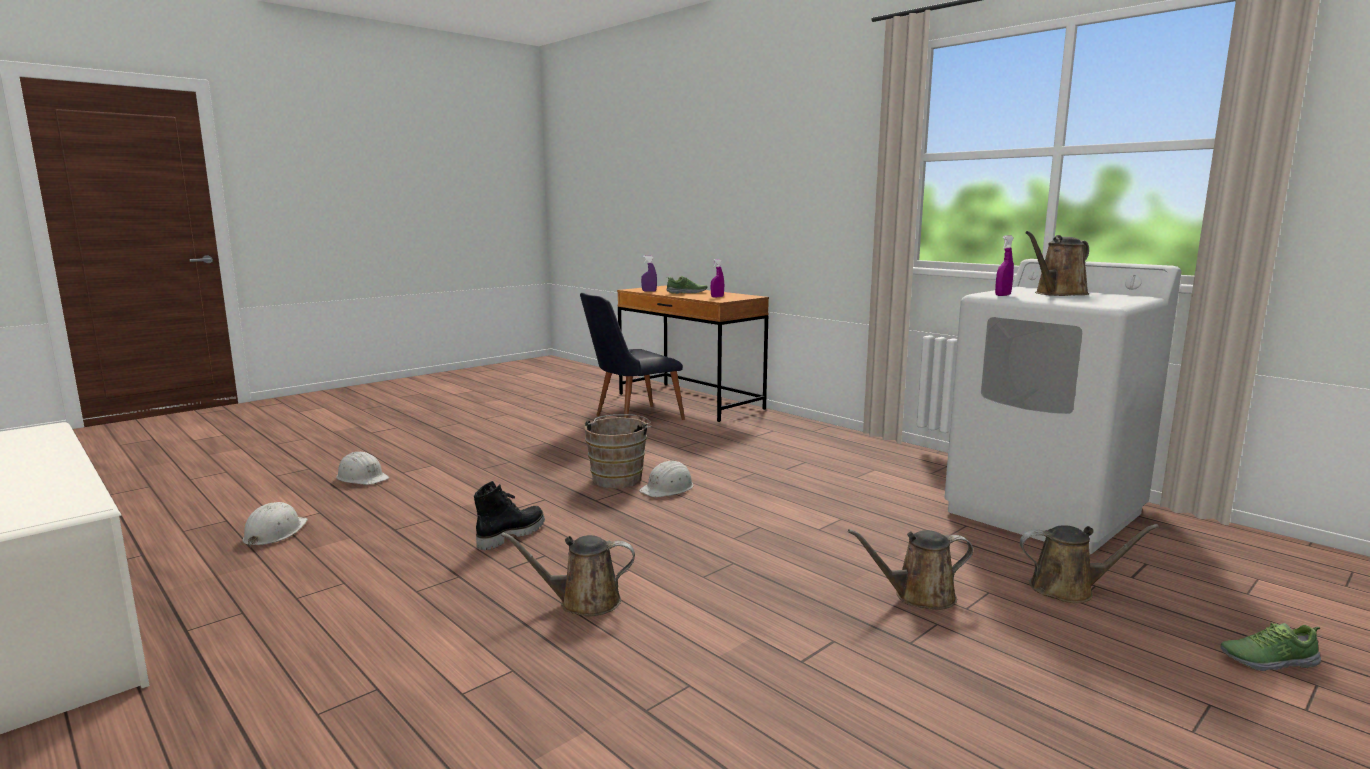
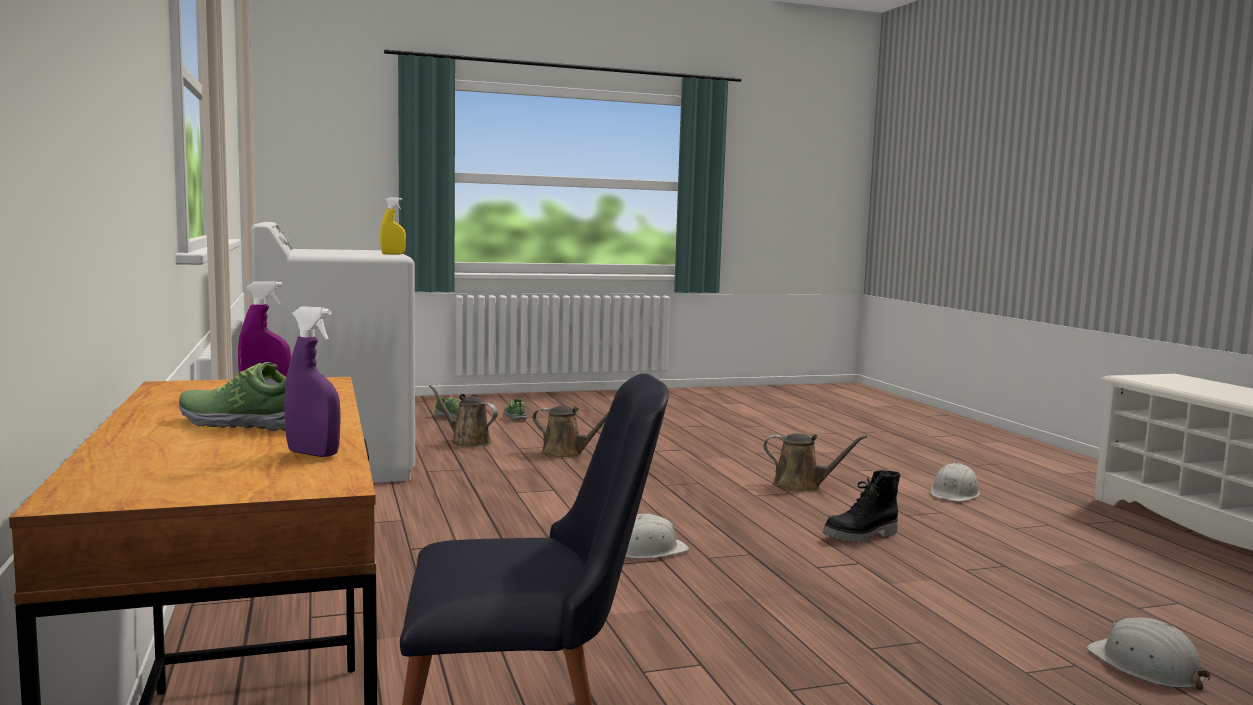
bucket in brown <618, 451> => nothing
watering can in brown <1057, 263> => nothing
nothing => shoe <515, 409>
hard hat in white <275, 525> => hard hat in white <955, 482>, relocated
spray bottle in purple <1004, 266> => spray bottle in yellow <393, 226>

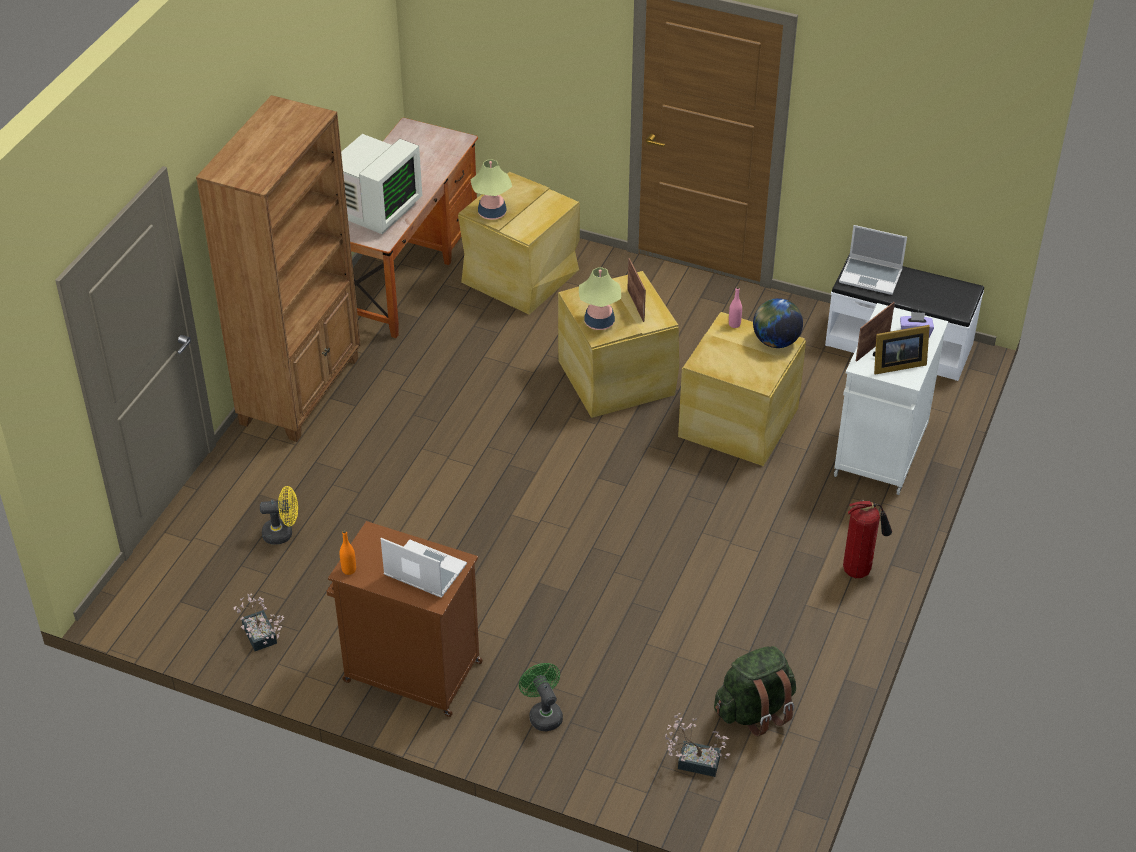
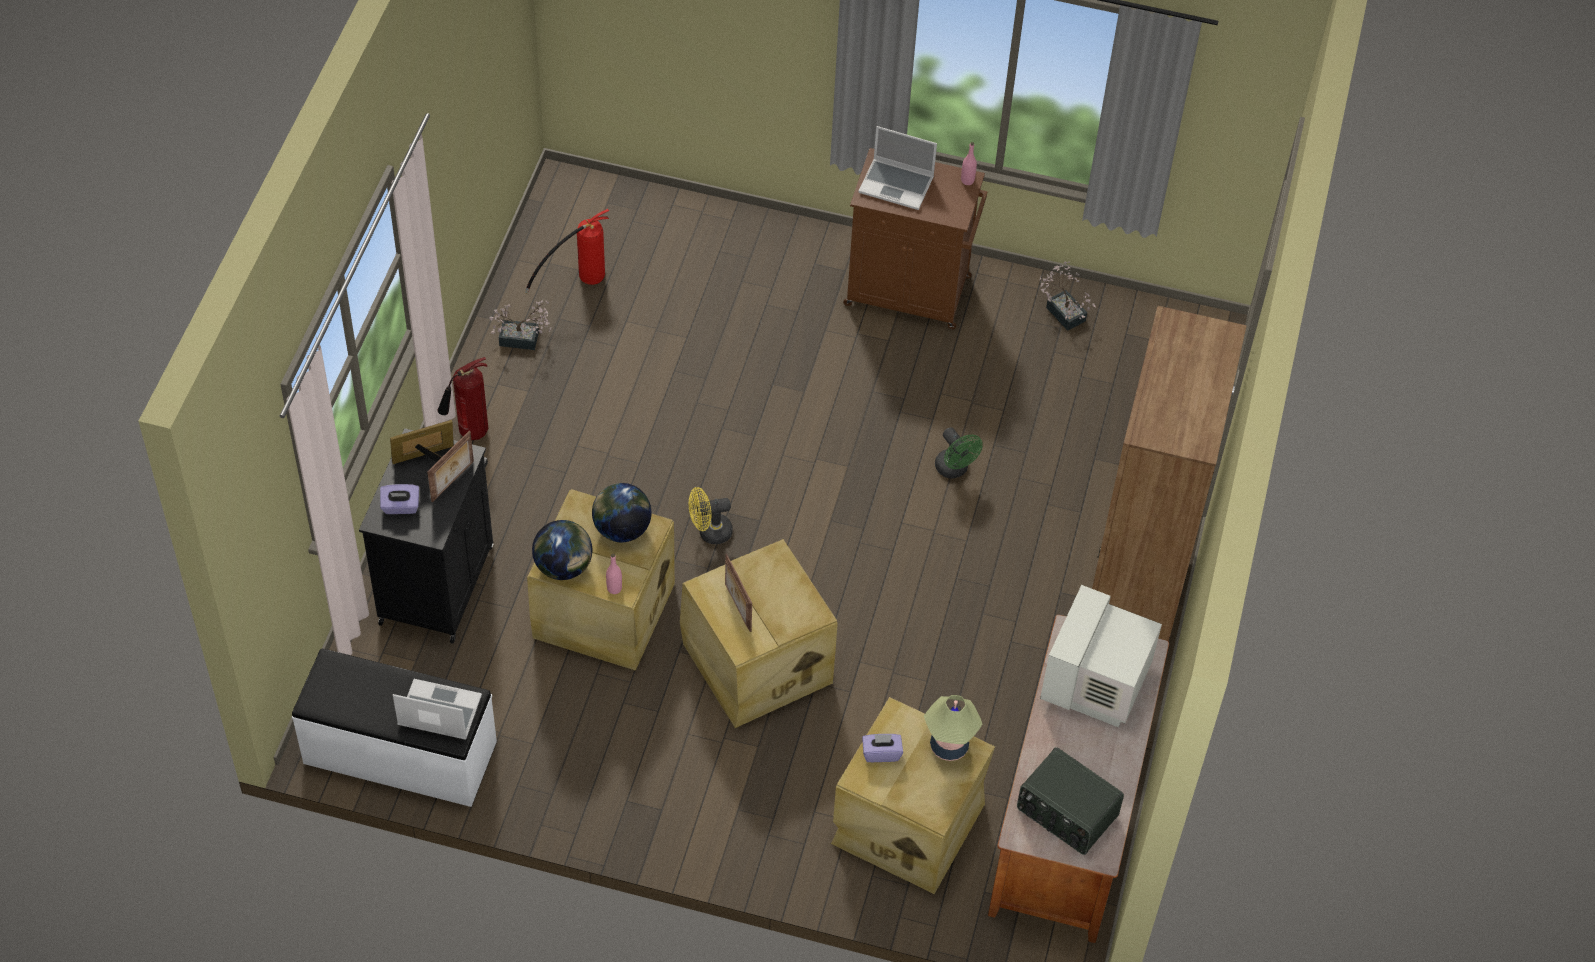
table lamp <600, 298> => nothing
nothing => globe <622, 512>
nothing => tissue box in purple <882, 748>
nothing => radio <1070, 801>
fan in yellow <279, 515> => fan in yellow <711, 515>, relocated
fan in green <541, 697> => fan in green <959, 453>, relocated
potted plant <697, 745> => potted plant <520, 325>, relocated
backpack in green <755, 691> => fire extinguisher <567, 251>
bottle in orange <348, 552> => bottle in pink <969, 163>
cabinet in white <891, 399> => cabinet in black <426, 536>

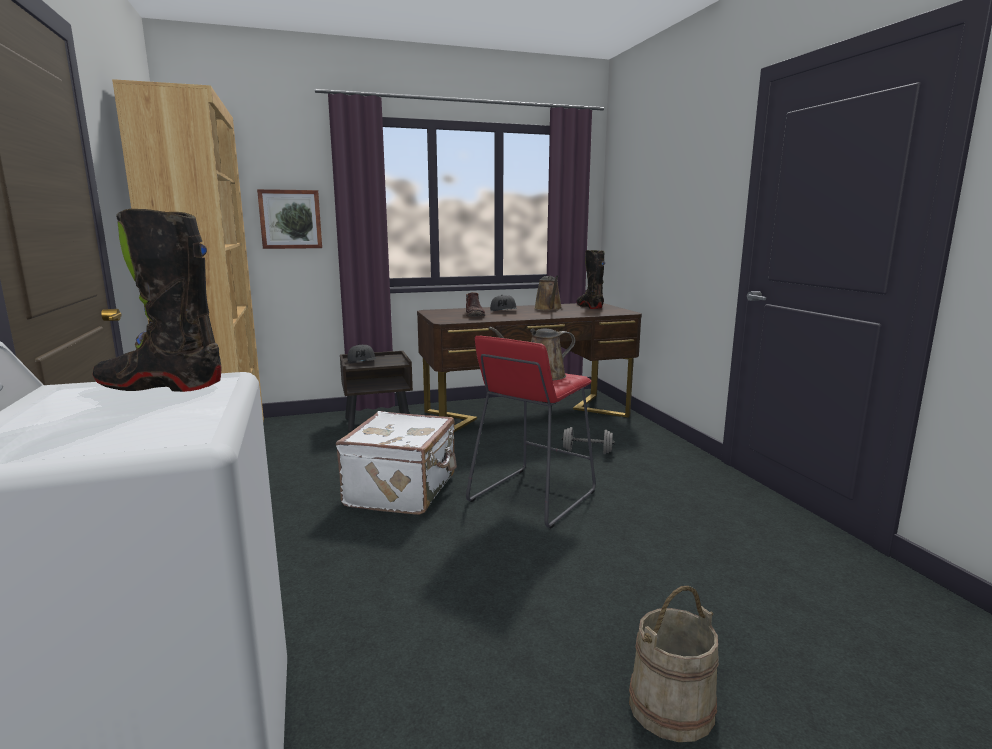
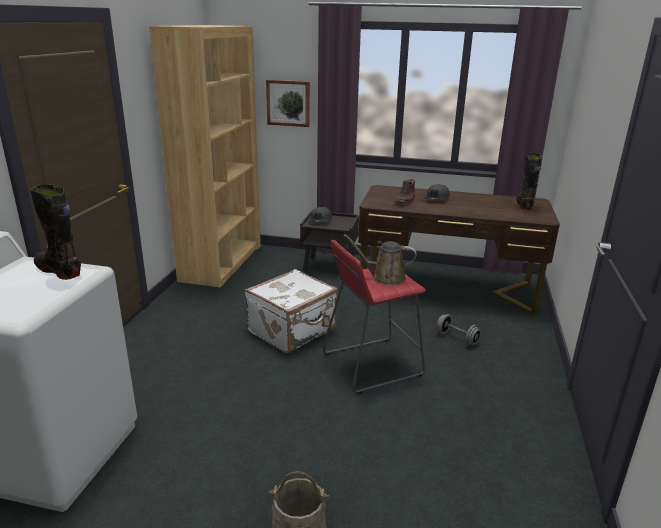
watering can in brown <548, 293> => nothing

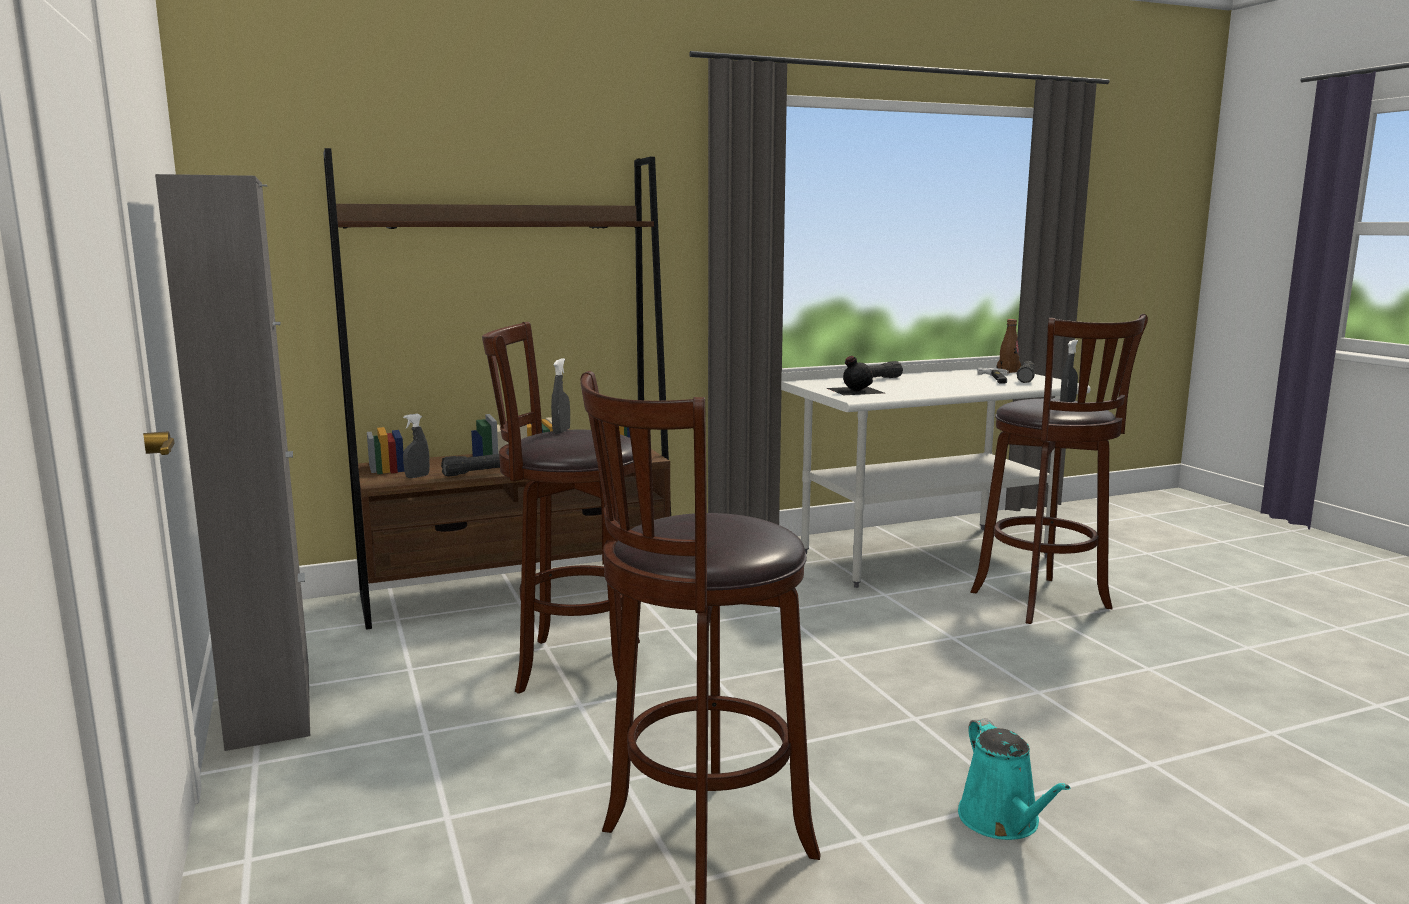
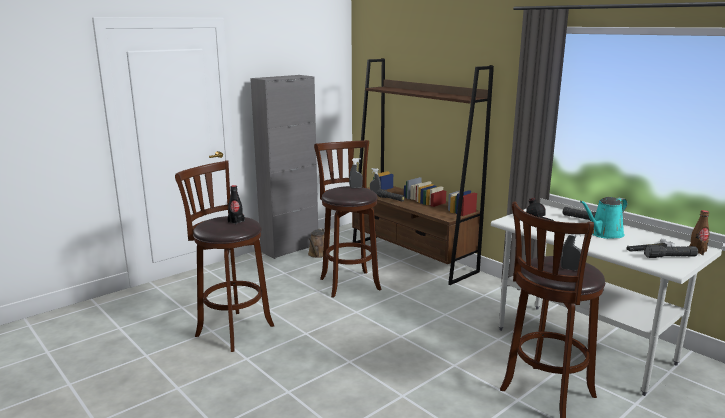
nothing => bottle in black <236, 205>
nothing => watering can in brown <319, 243>
watering can in turquoise <1014, 779> => watering can in turquoise <604, 218>, relocated

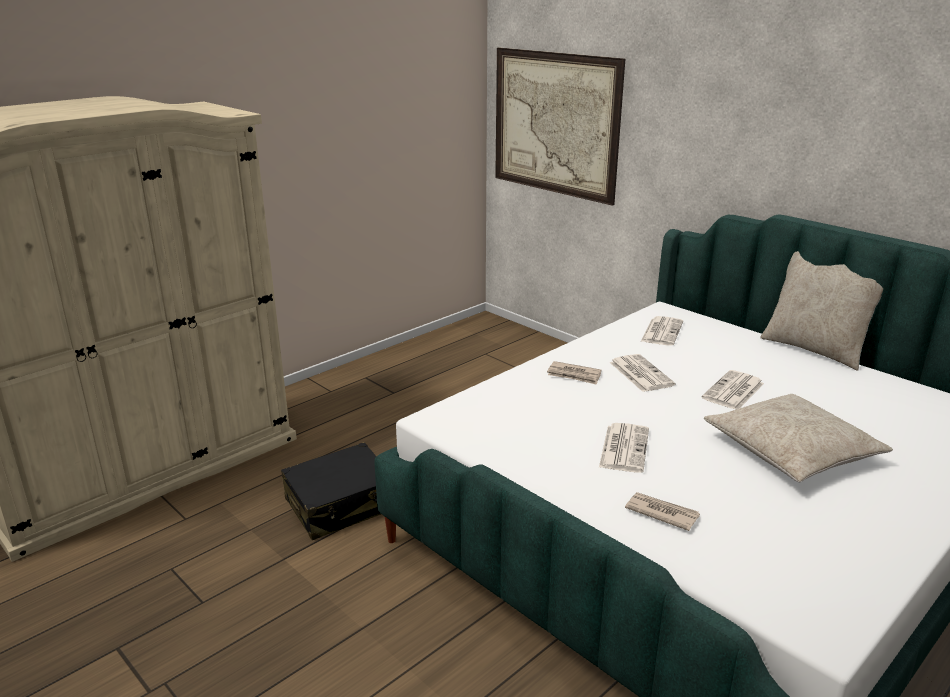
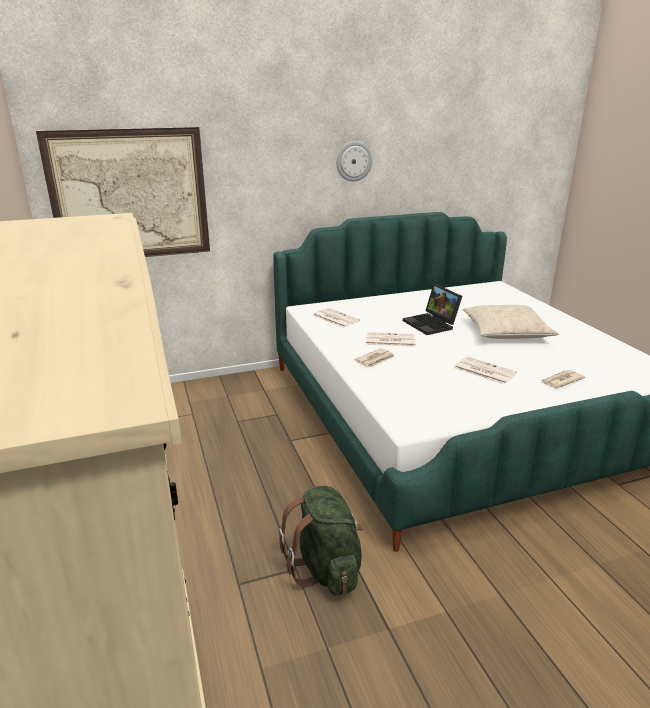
pillow in beige <821, 311> => nothing
nothing => wall clock <354, 161>
suitcase in black <331, 491> => backpack in green <321, 540>
newspaper <733, 390> => laptop <432, 309>

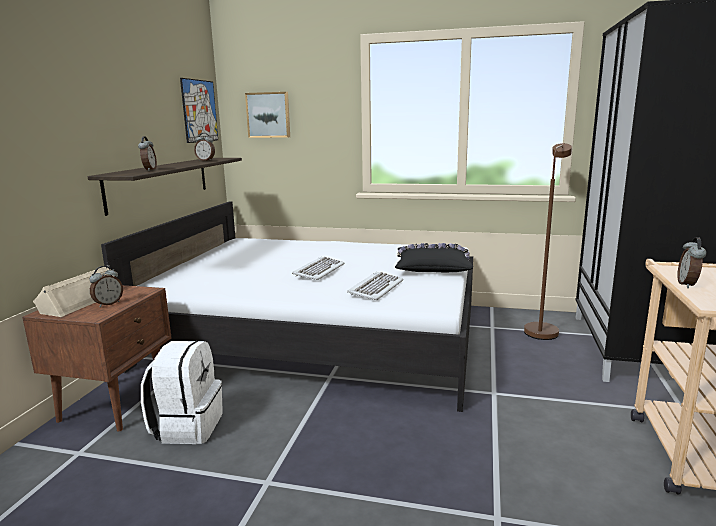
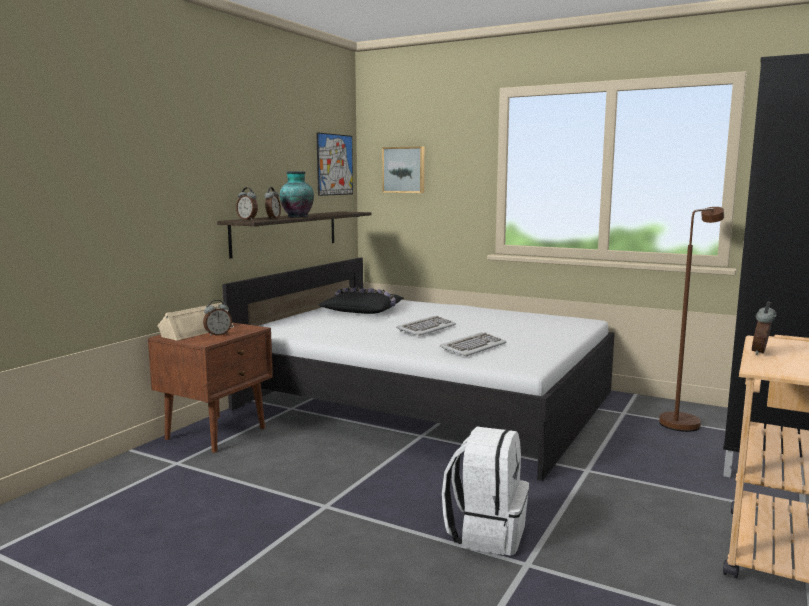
nothing => vase <297, 194>
backpack in white <182, 392> => backpack in white <485, 491>, relocated
alarm clock <204, 147> => alarm clock <247, 203>, relocated
pillow in black <434, 257> => pillow in black <361, 301>, relocated

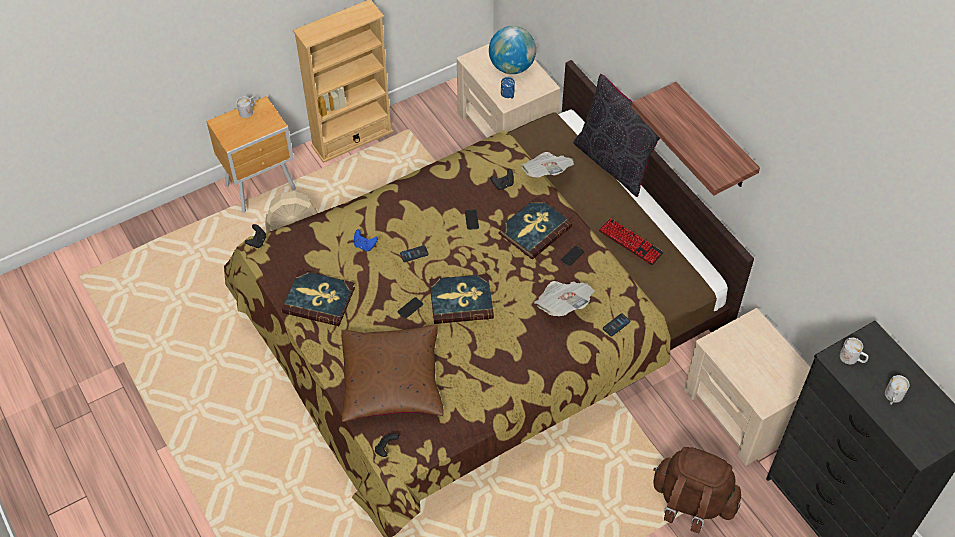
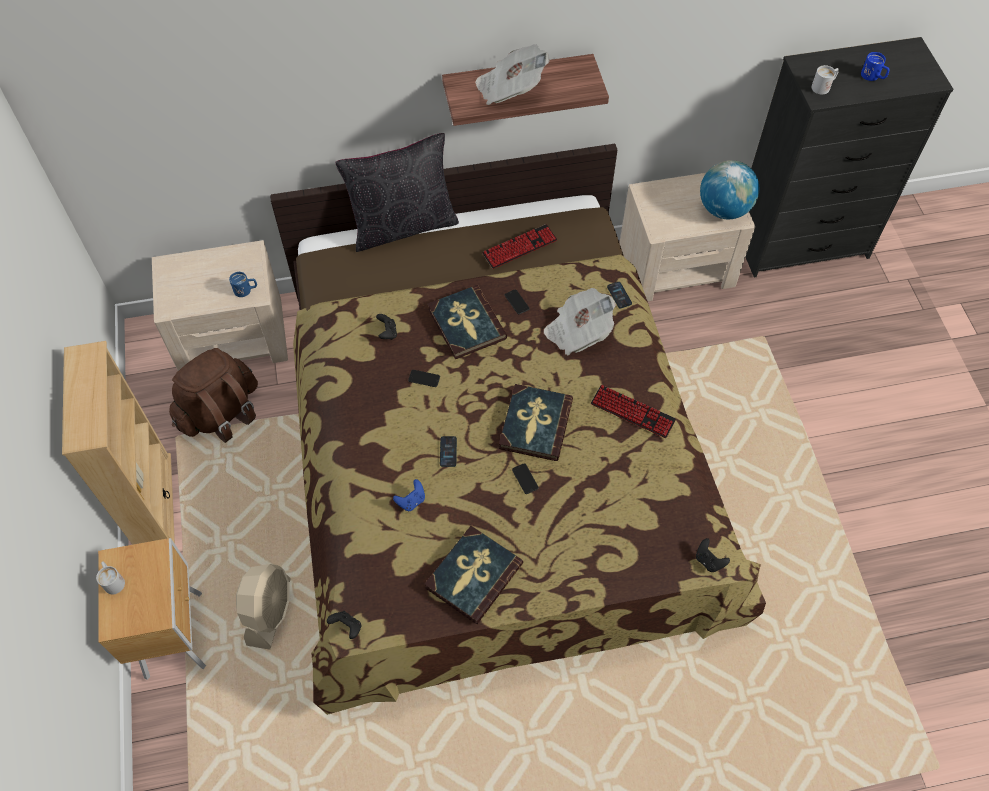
pillow in brown <392, 373> => nothing
nothing => keyboard <633, 411>
globe <512, 50> => globe <729, 189>, relocated
newspaper <547, 164> => newspaper <512, 74>, relocated
backpack in brown <697, 490> => backpack in brown <213, 395>, relocated
mug in white <897, 390> => mug in blue <875, 66>

